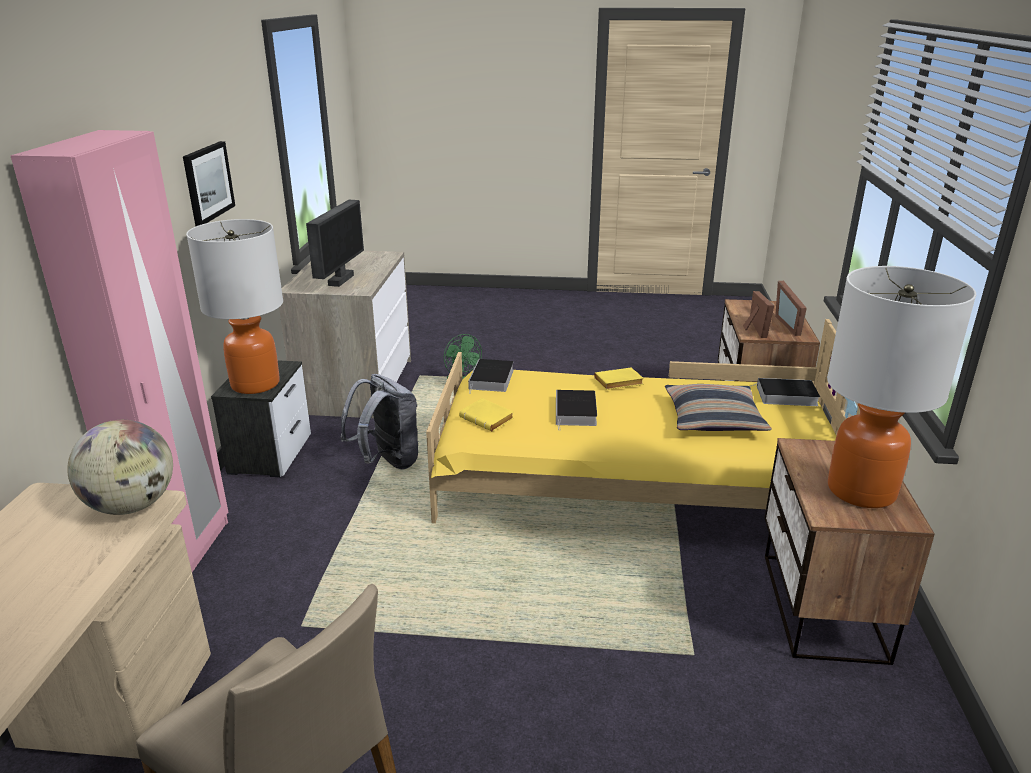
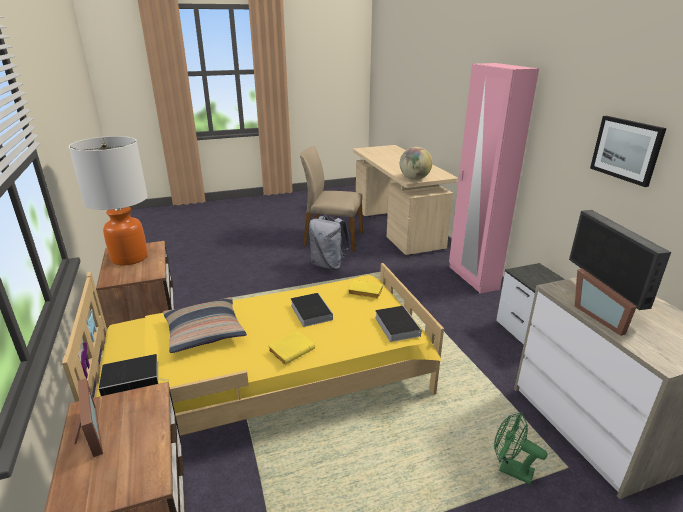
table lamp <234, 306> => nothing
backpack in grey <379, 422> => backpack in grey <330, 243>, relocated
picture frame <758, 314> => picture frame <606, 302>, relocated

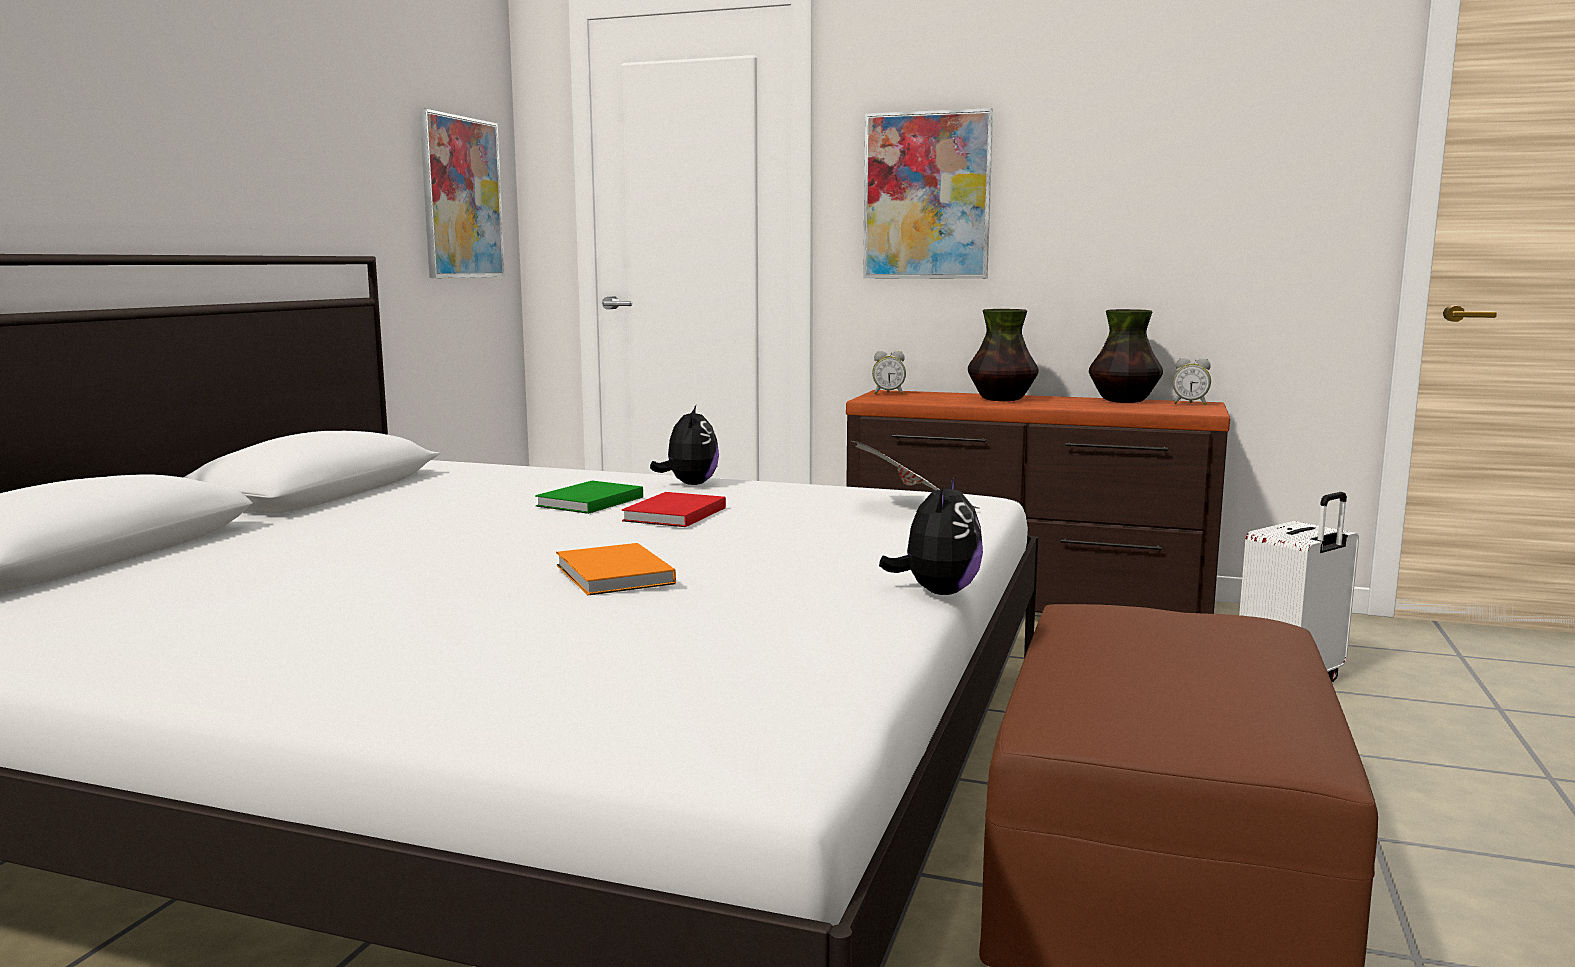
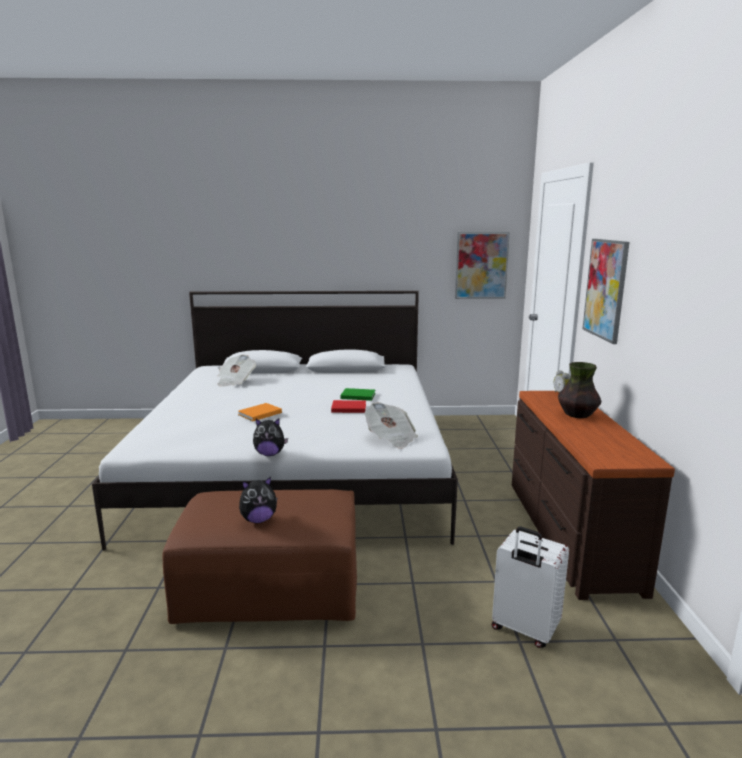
vase <1126, 356> => nothing
alarm clock <1192, 381> => nothing
nothing => newspaper <236, 370>
plush toy <684, 445> => plush toy <258, 500>, relocated

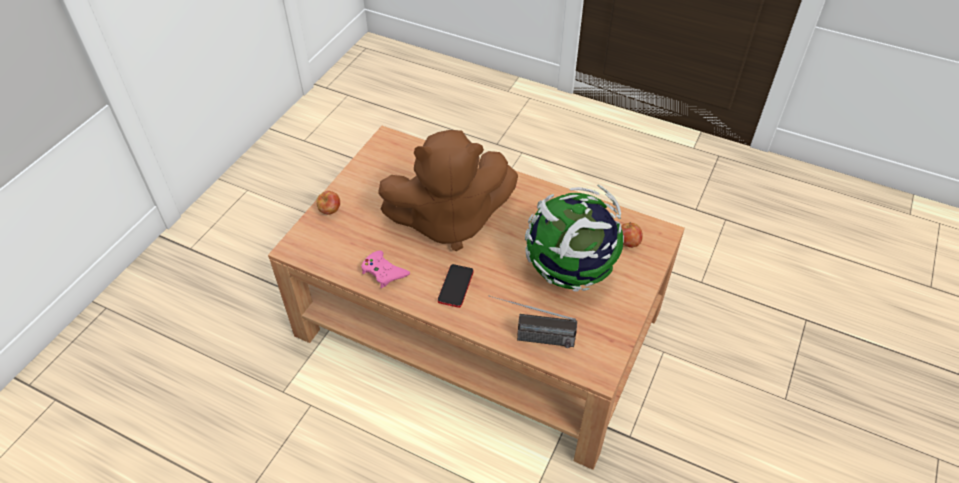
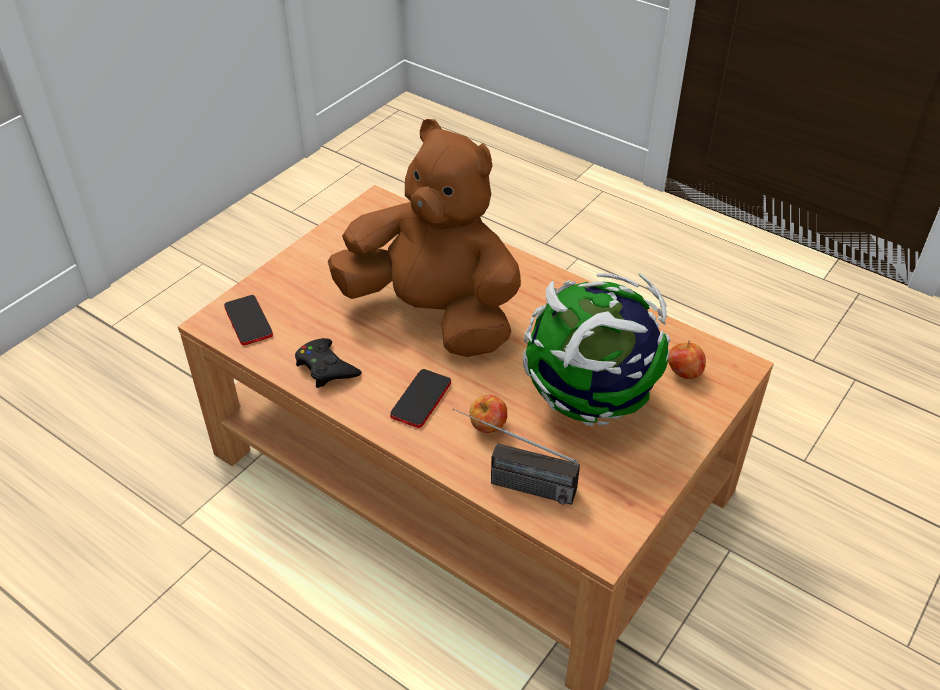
nothing => phone <248, 320>
apple <328, 203> => apple <488, 414>, relocated
game controller in pink <385, 269> => game controller in black <328, 363>
plush toy in brown <448, 190> => plush toy in brown <424, 238>, 150 degrees counterclockwise

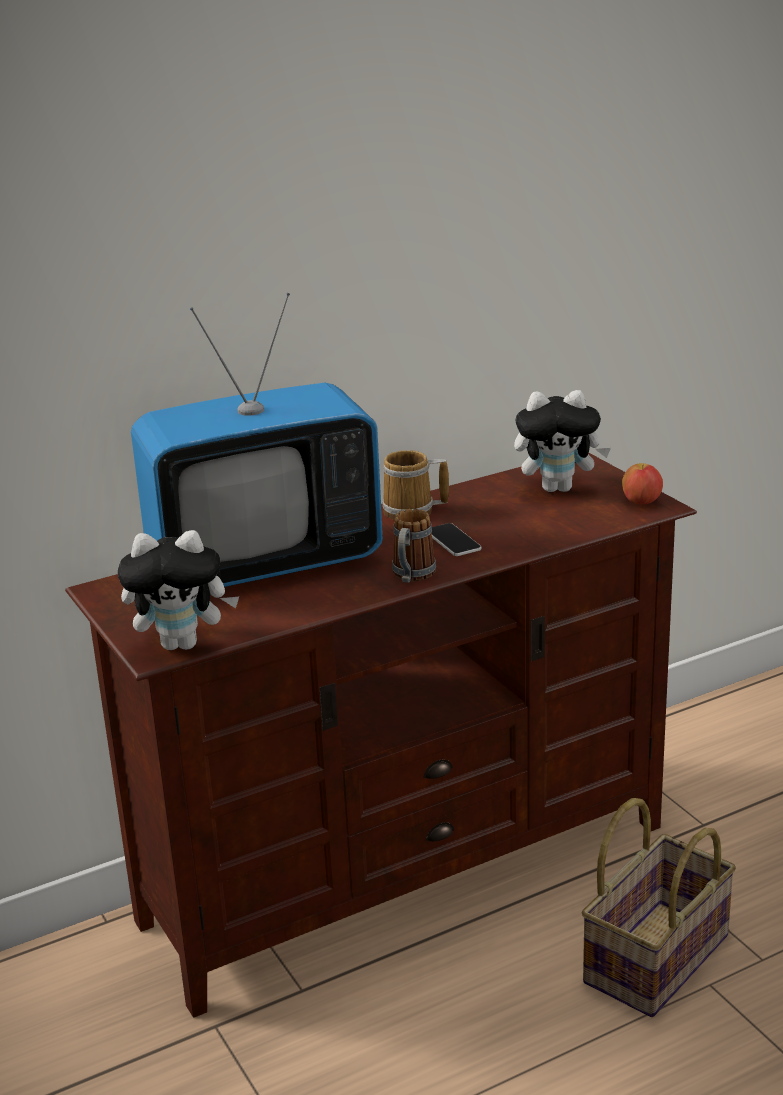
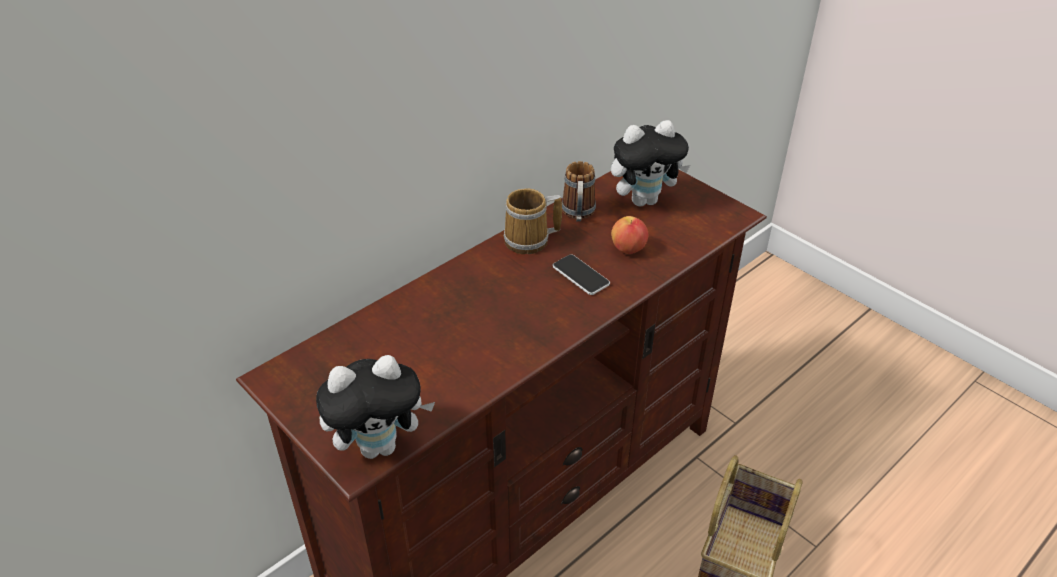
television <257, 440> => nothing
mug <414, 546> => mug <579, 191>, relocated
apple <642, 484> => apple <629, 235>, relocated

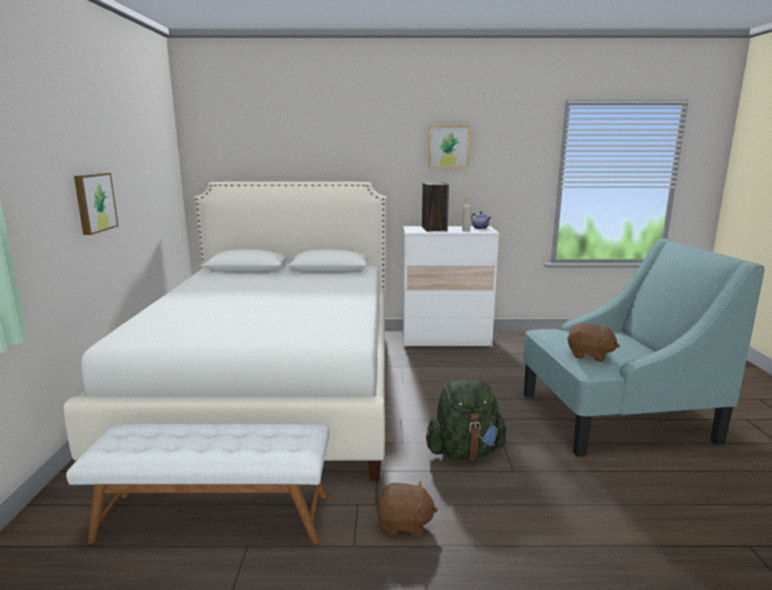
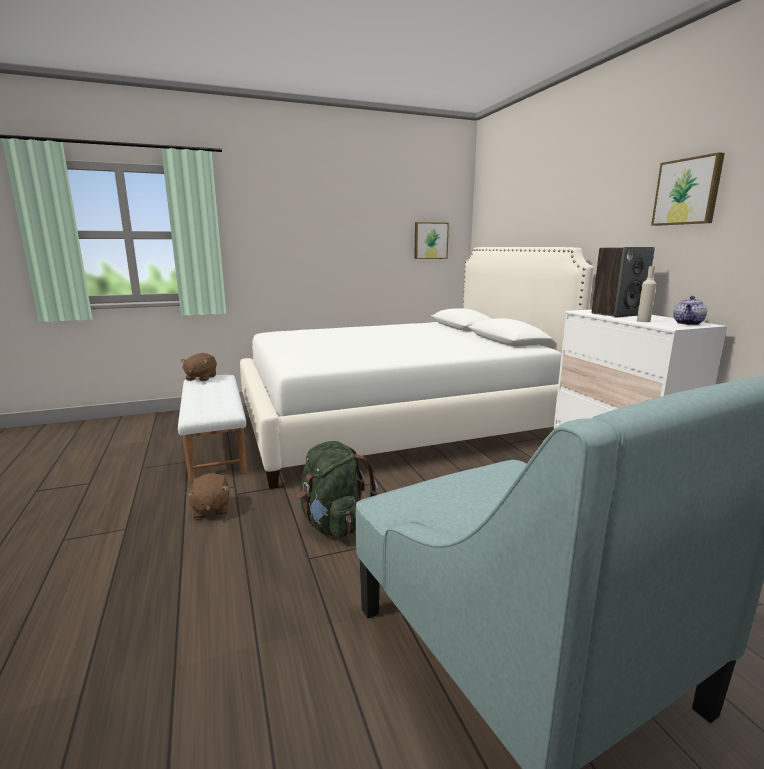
picture <96, 204> => picture <431, 240>, relocated
plush toy in brown <593, 342> => plush toy in brown <199, 367>, relocated

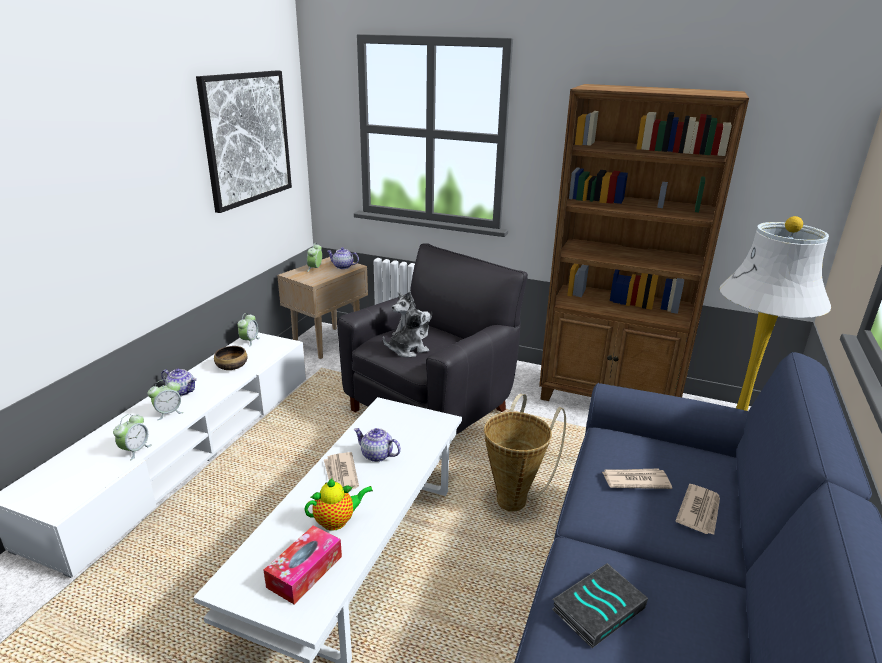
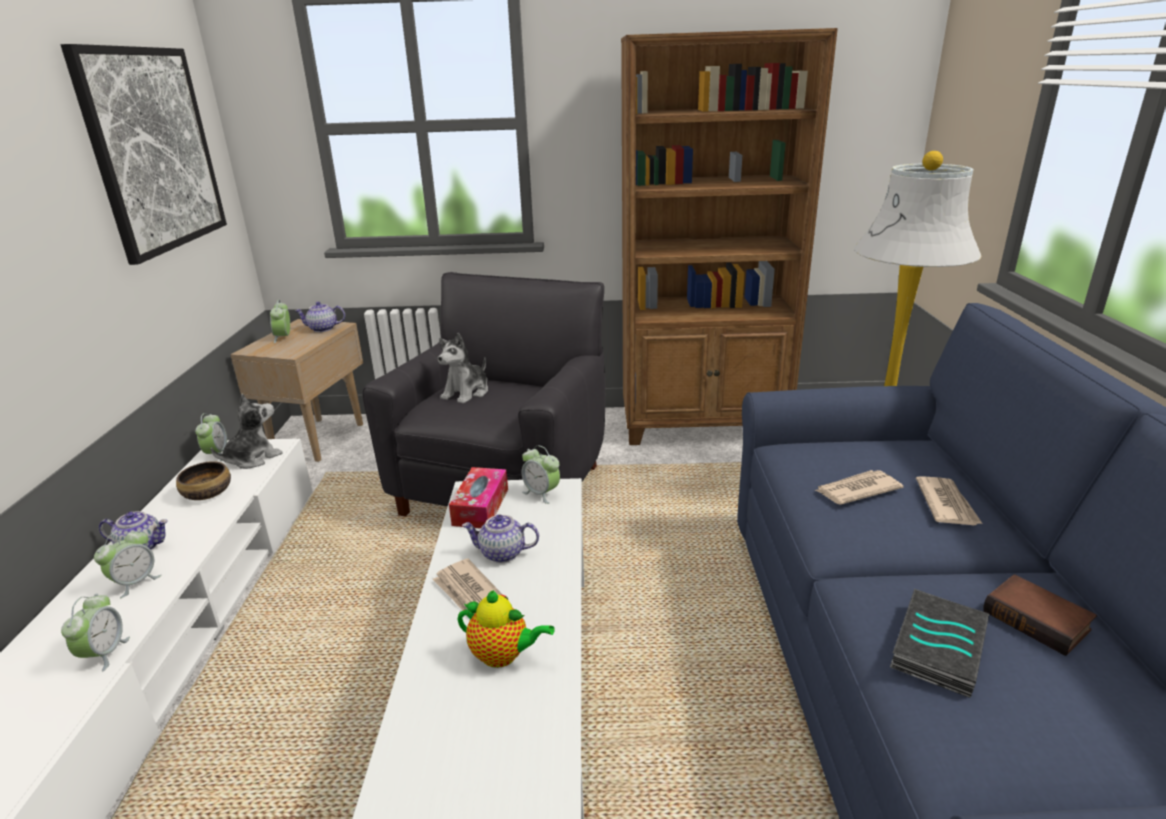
basket <525, 453> => nothing
nothing => alarm clock <541, 474>
nothing => book <1040, 615>
tissue box <303, 564> => tissue box <478, 497>, relocated
plush toy <406, 329> => plush toy <247, 431>, relocated
teapot <338, 504> => teapot <506, 629>, 60 degrees clockwise

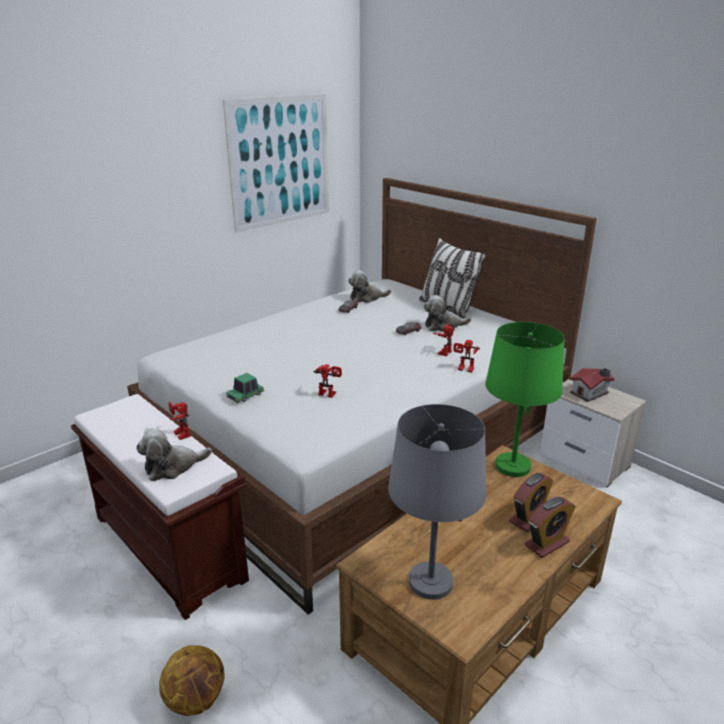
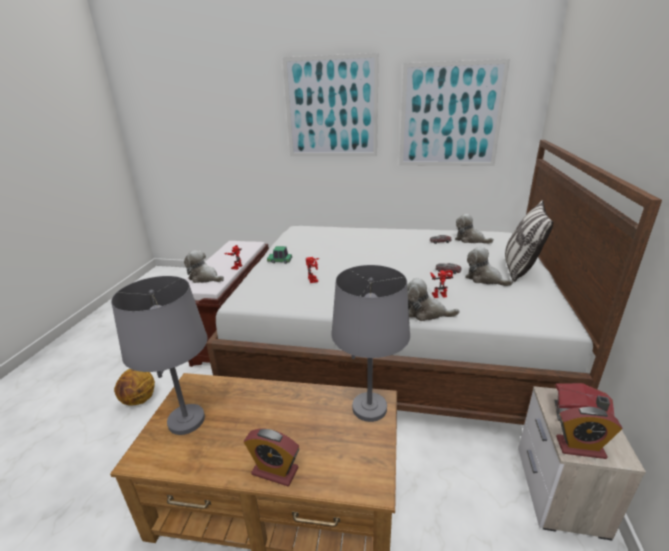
nothing => picture <330, 104>
alarm clock <531, 502> => alarm clock <589, 433>, relocated
toy robot <466, 356> => plush toy <433, 299>
table lamp in green <525, 399> => table lamp in grey <370, 343>

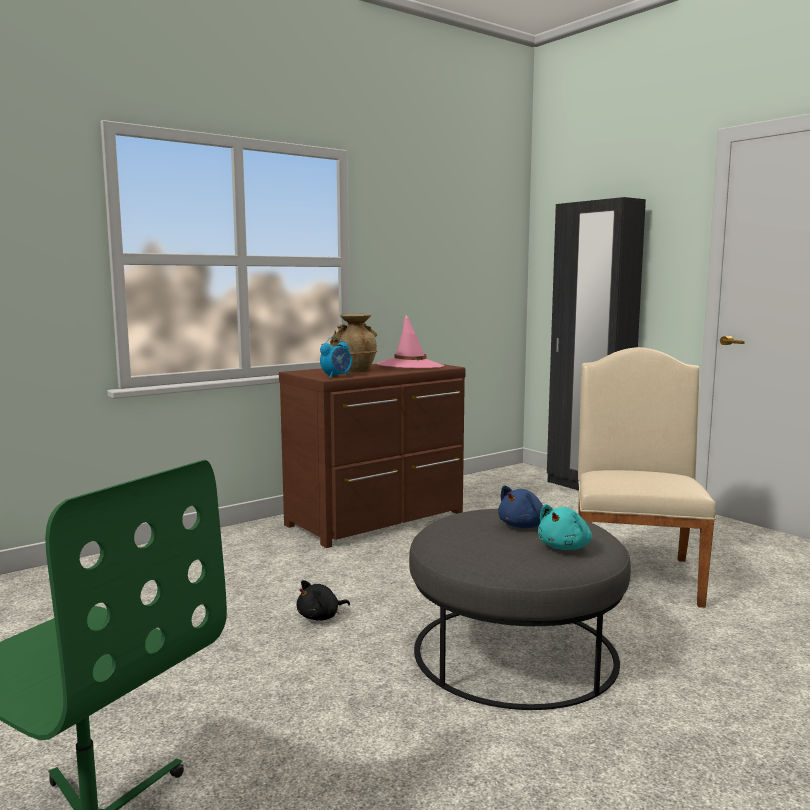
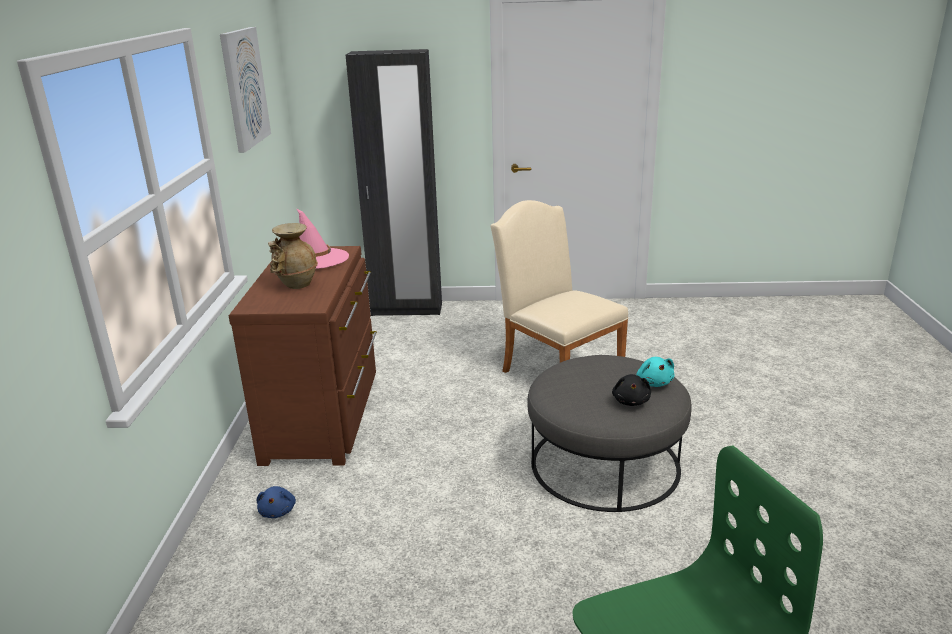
alarm clock <336, 357> => nothing
nothing => picture <245, 90>
plush toy in black <323, 600> => plush toy in black <631, 390>, relocated
plush toy in blue <520, 506> => plush toy in blue <276, 502>, relocated

